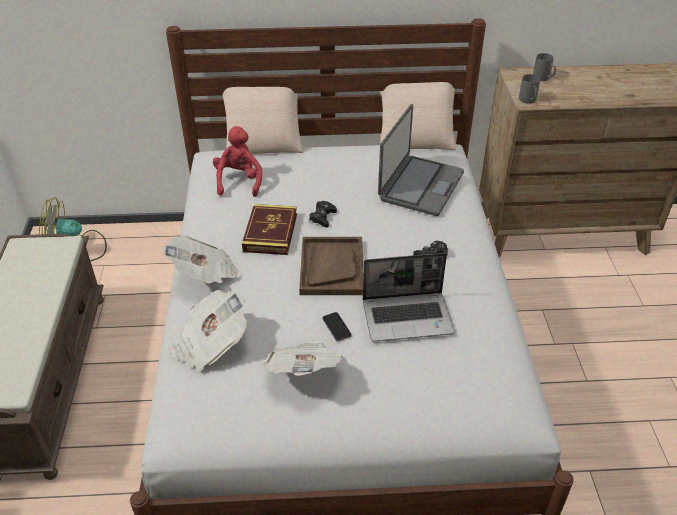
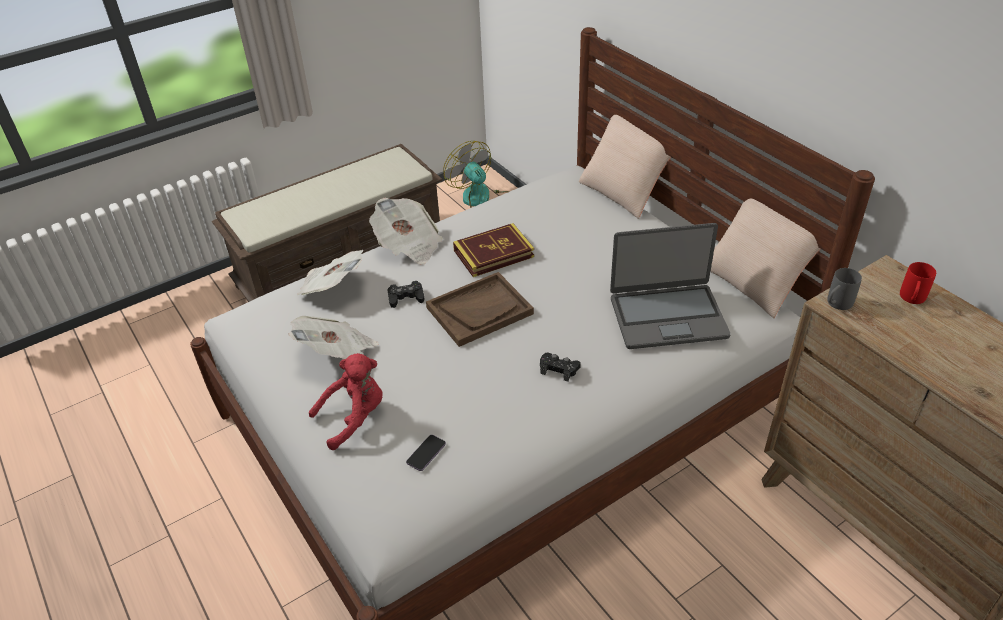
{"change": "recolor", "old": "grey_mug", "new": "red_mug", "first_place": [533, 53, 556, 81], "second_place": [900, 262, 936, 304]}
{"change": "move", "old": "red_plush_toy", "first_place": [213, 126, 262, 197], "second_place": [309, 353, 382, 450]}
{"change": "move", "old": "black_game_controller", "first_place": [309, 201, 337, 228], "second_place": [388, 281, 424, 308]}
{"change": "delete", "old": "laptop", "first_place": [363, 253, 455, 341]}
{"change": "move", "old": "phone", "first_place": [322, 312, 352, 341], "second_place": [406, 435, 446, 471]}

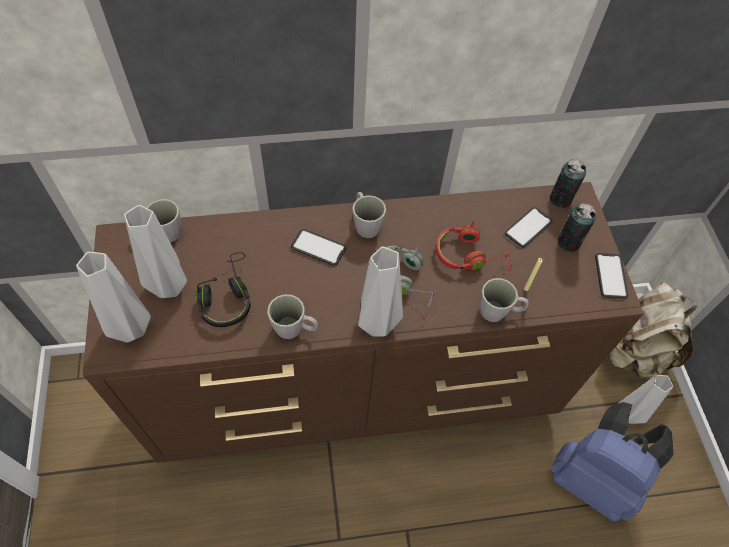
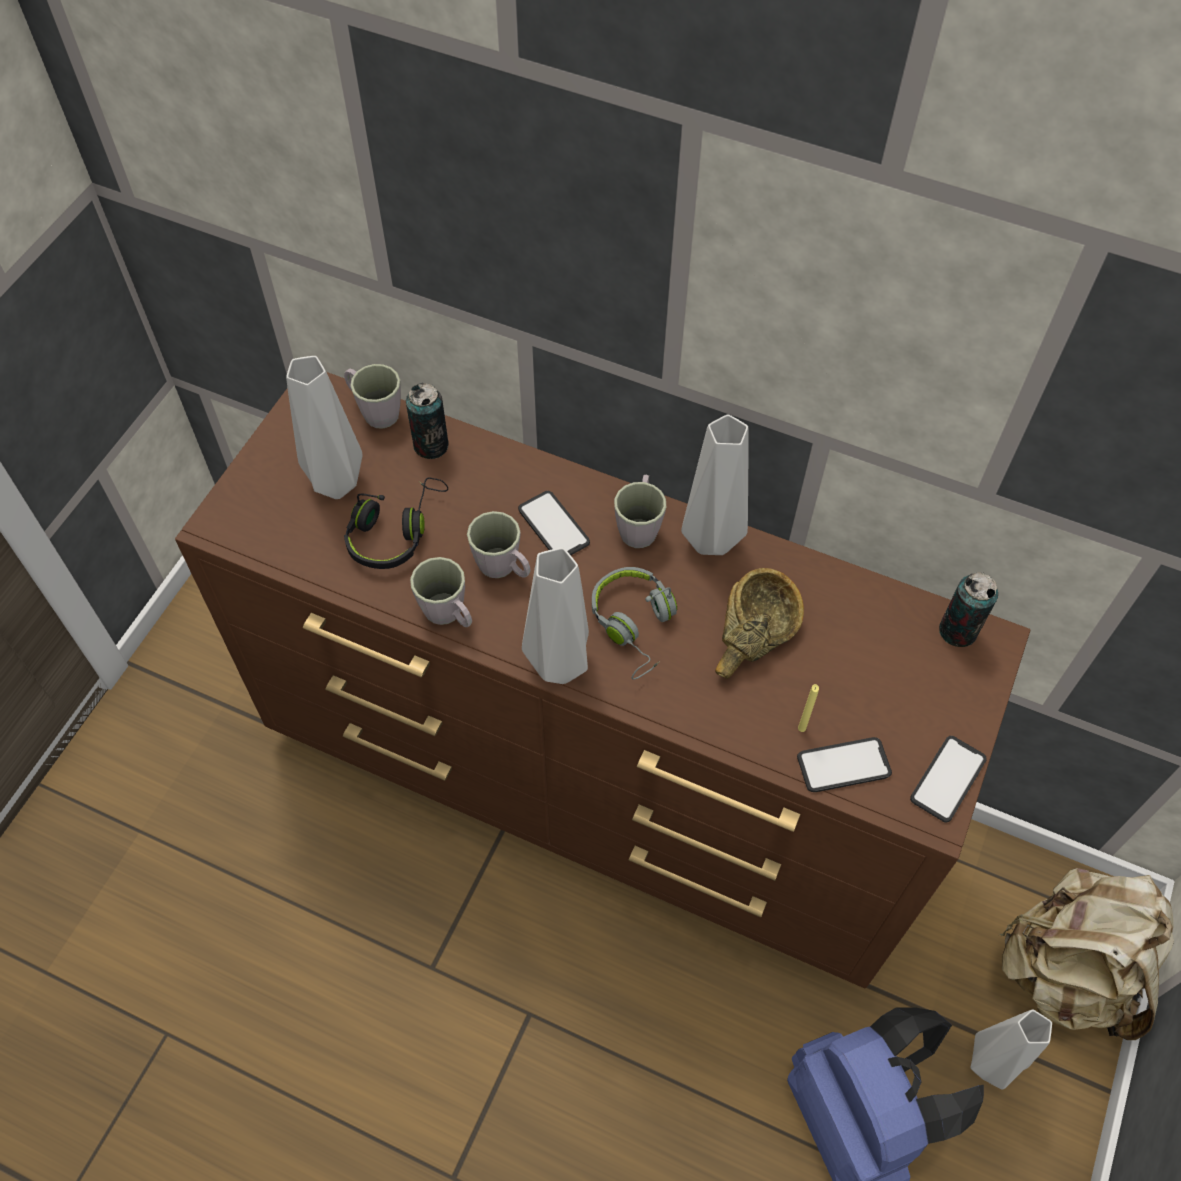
{"change": "move", "old": "can", "first_place": [557, 203, 596, 252], "second_place": [406, 383, 449, 459]}
{"change": "move", "old": "phone", "first_place": [505, 207, 552, 248], "second_place": [797, 737, 892, 792]}
{"change": "replace", "old": "red_headphones", "new": "brown_bowl", "first_place": [436, 221, 512, 271], "second_place": [715, 568, 804, 679]}
{"change": "move", "old": "grey_vase", "first_place": [76, 252, 151, 342], "second_place": [681, 414, 749, 555]}
{"change": "move", "old": "grey_mug", "first_place": [480, 278, 529, 322], "second_place": [467, 511, 531, 578]}

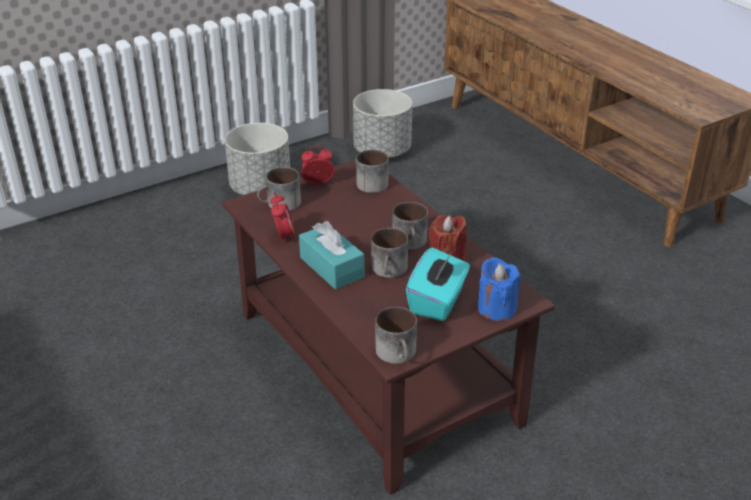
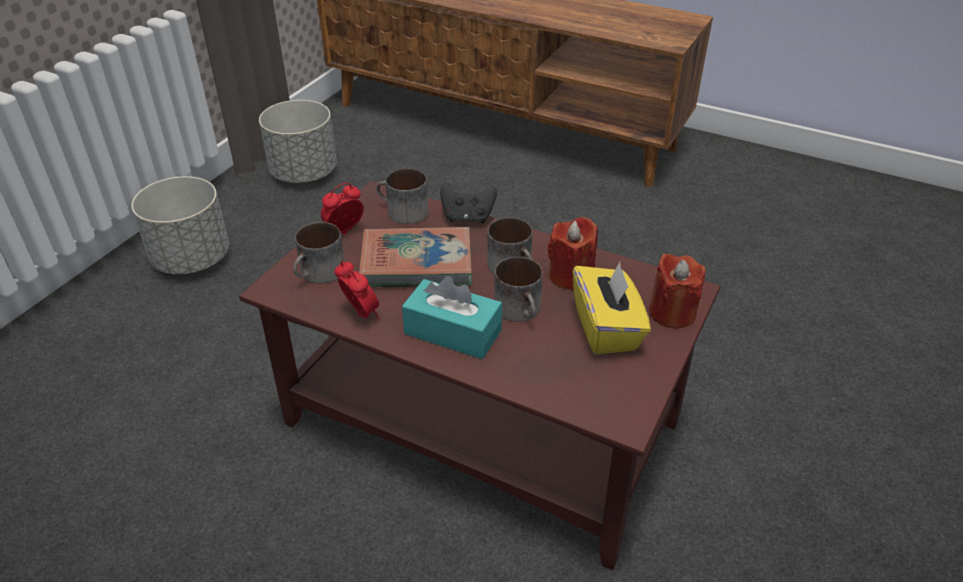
{"change": "recolor", "old": "turquoise_tissue_box", "new": "yellow_tissue_box", "first_place": [406, 247, 470, 321], "second_place": [573, 262, 651, 354]}
{"change": "recolor", "old": "blue_candle", "new": "red_candle", "first_place": [478, 257, 521, 321], "second_place": [649, 253, 705, 329]}
{"change": "delete", "old": "mug", "first_place": [376, 307, 417, 364]}
{"change": "insert", "new": "black_game_controller", "second_place": [440, 183, 497, 223]}
{"change": "insert", "new": "book", "second_place": [359, 227, 472, 287]}

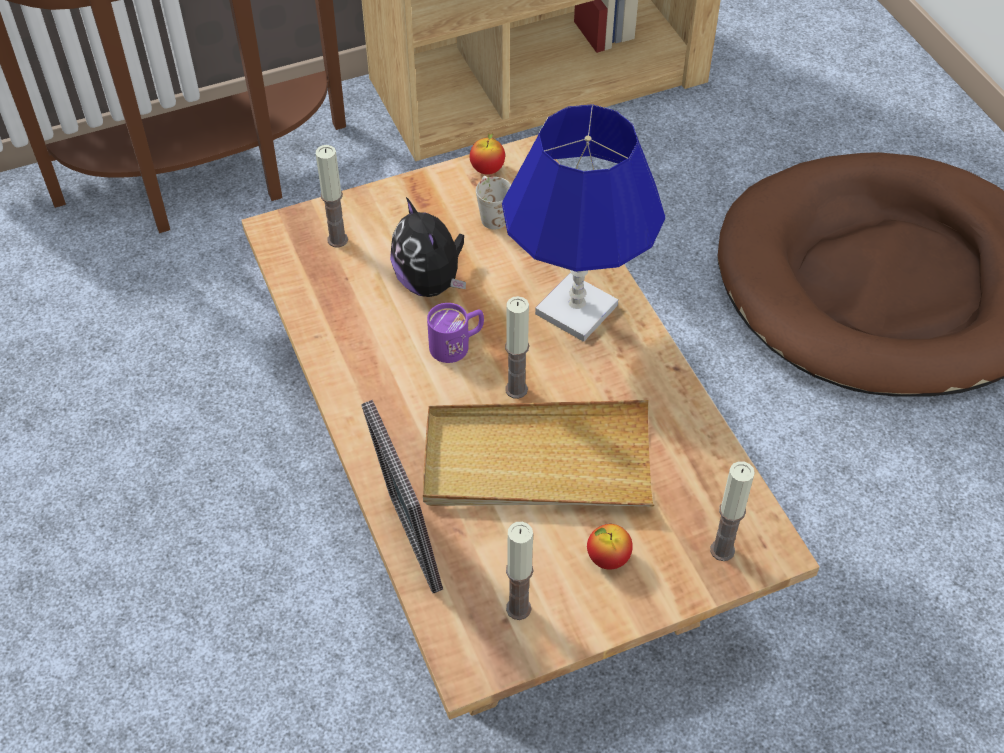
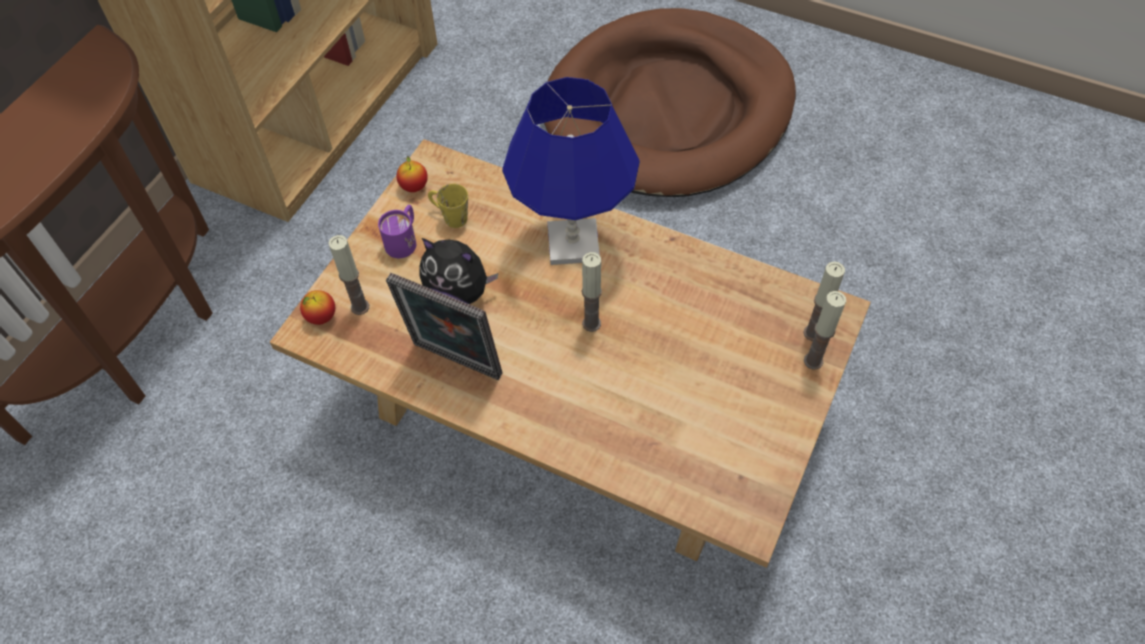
{"change": "recolor", "old": "white_mug", "new": "yellow_mug", "first_place": [476, 176, 511, 229], "second_place": [428, 184, 468, 228]}
{"change": "move", "old": "purple_mug", "first_place": [427, 303, 484, 363], "second_place": [378, 205, 416, 258]}
{"change": "move", "old": "picture_frame", "first_place": [361, 400, 443, 593], "second_place": [386, 273, 502, 380]}
{"change": "delete", "old": "beige_tray", "first_place": [423, 400, 655, 506]}
{"change": "move", "old": "candle", "first_place": [506, 522, 533, 620], "second_place": [804, 291, 846, 370]}
{"change": "move", "old": "apple", "first_place": [587, 524, 633, 569], "second_place": [300, 290, 335, 325]}

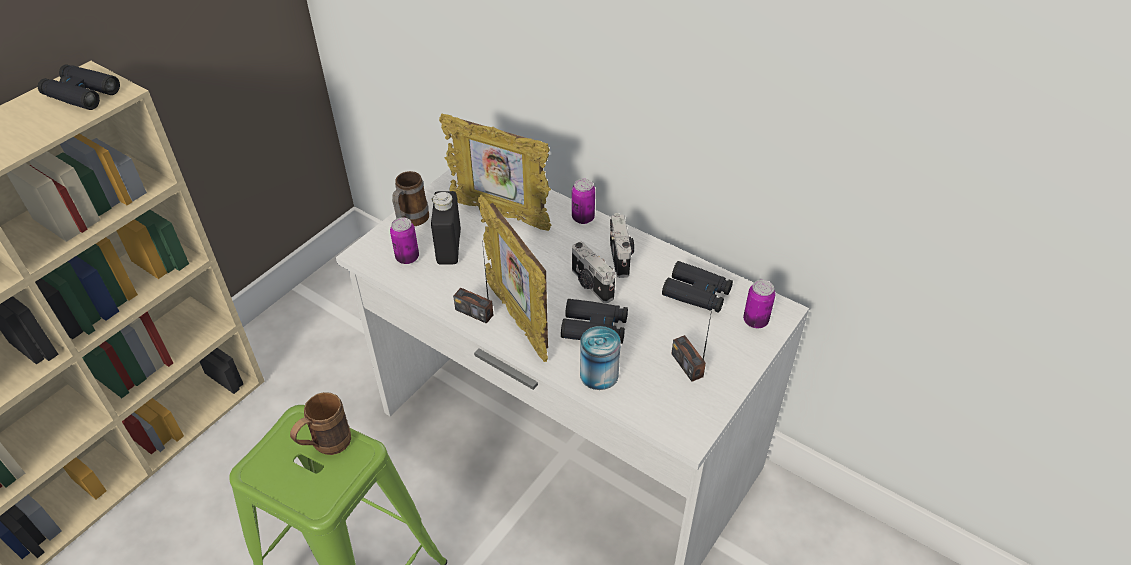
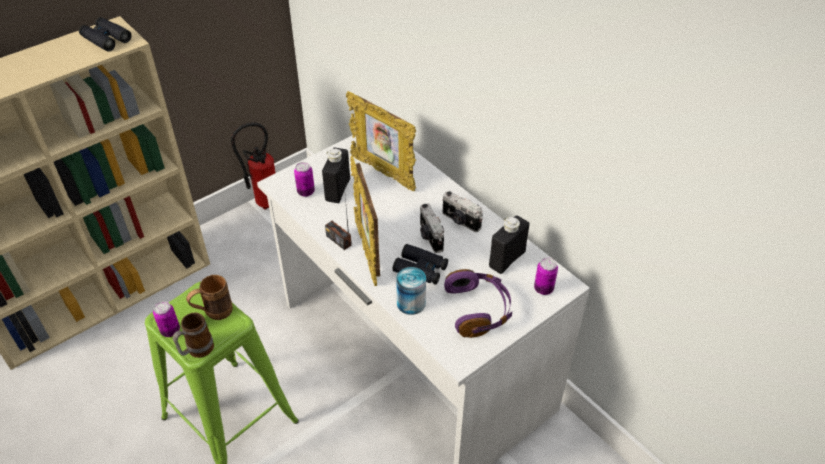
{"change": "move", "old": "mug", "first_place": [392, 171, 429, 226], "second_place": [173, 313, 214, 358]}
{"change": "move", "old": "can", "first_place": [572, 179, 595, 224], "second_place": [153, 301, 180, 337]}
{"change": "rotate", "old": "photo_camera", "first_place": [610, 213, 634, 278], "second_place": [443, 191, 483, 232], "degrees": 120}
{"change": "replace", "old": "black_binoculars", "new": "black_bottle", "first_place": [662, 261, 733, 313], "second_place": [489, 215, 529, 274]}
{"change": "replace", "old": "radio", "new": "purple_headphones", "first_place": [671, 304, 713, 382], "second_place": [444, 269, 512, 338]}
{"change": "insert", "new": "fire_extinguisher", "second_place": [231, 122, 276, 210]}

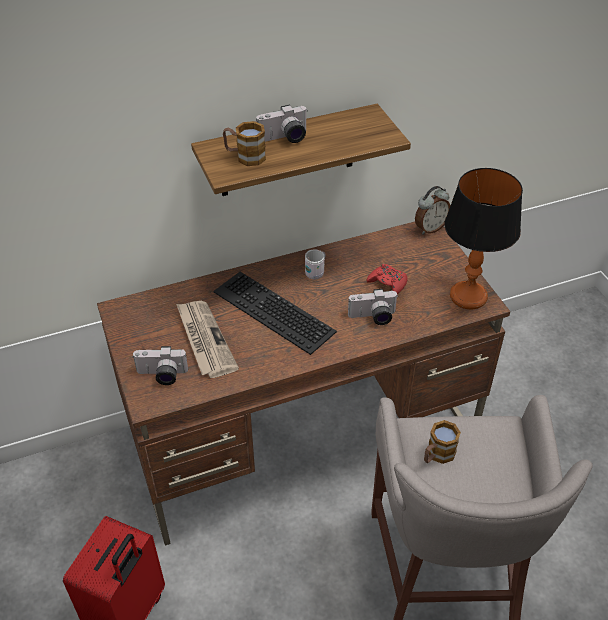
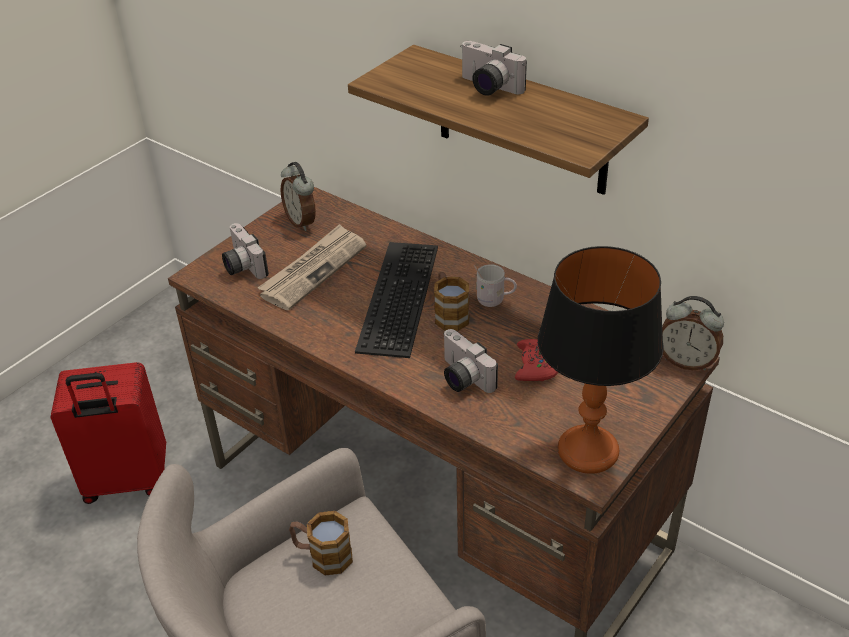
{"change": "move", "old": "mug", "first_place": [223, 121, 266, 166], "second_place": [434, 272, 470, 331]}
{"change": "insert", "new": "alarm_clock", "second_place": [281, 162, 316, 231]}

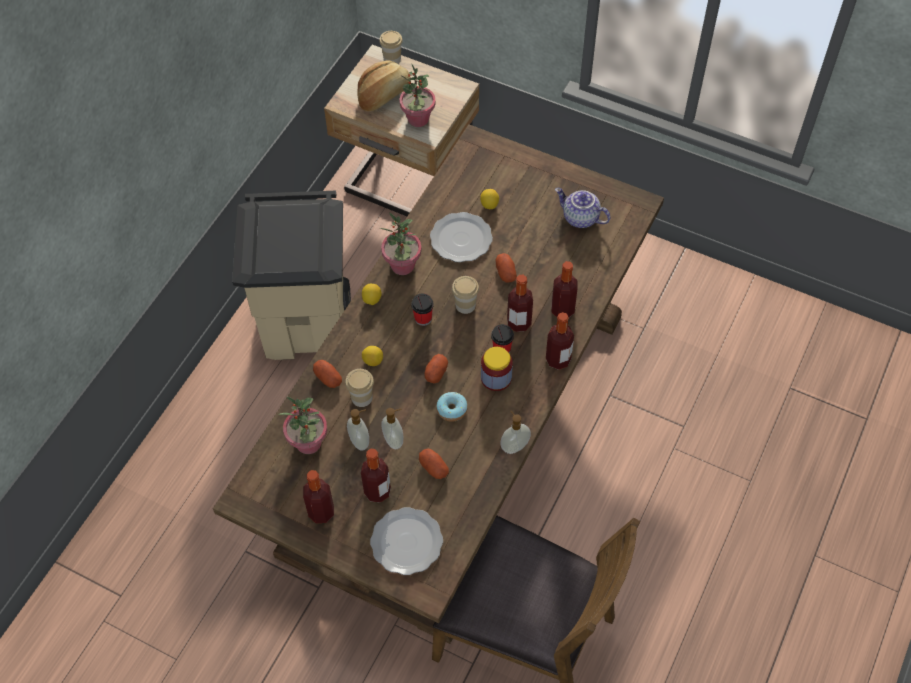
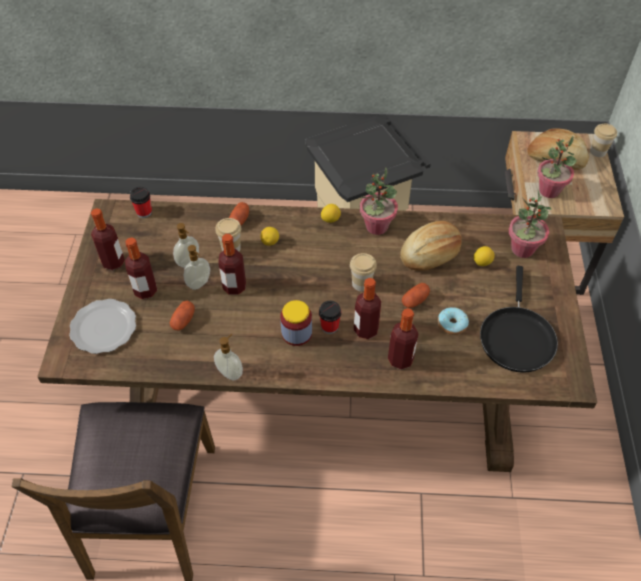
{"change": "replace", "old": "teapot", "new": "black_frying_pan", "first_place": [555, 188, 610, 228], "second_place": [480, 266, 558, 373]}
{"change": "replace", "old": "plate", "new": "bread", "first_place": [430, 212, 493, 263], "second_place": [400, 221, 462, 271]}
{"change": "move", "old": "cup", "first_place": [411, 293, 434, 326], "second_place": [130, 187, 152, 218]}
{"change": "move", "old": "bottle", "first_place": [546, 312, 574, 370], "second_place": [218, 234, 246, 295]}
{"change": "delete", "old": "potato", "first_place": [424, 354, 448, 383]}
{"change": "move", "old": "donut", "first_place": [436, 392, 468, 422], "second_place": [438, 307, 469, 335]}
{"change": "move", "old": "potted_plant", "first_place": [279, 396, 327, 454], "second_place": [509, 189, 551, 258]}

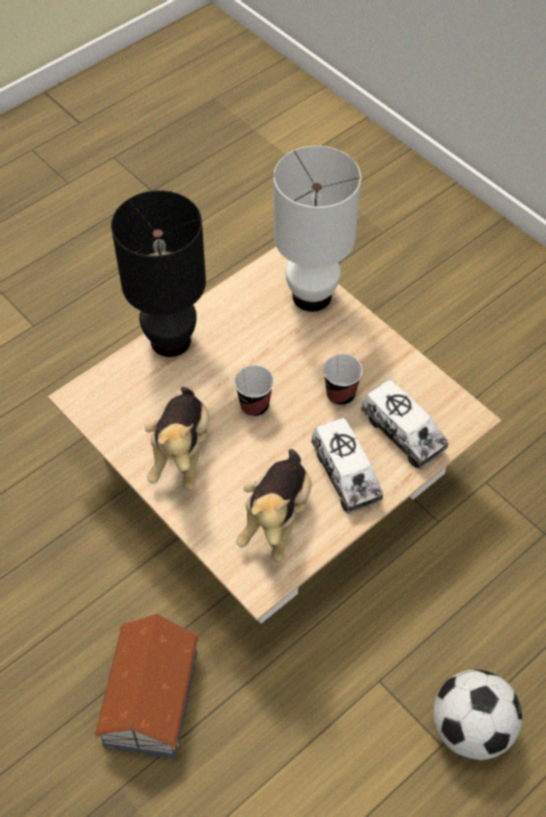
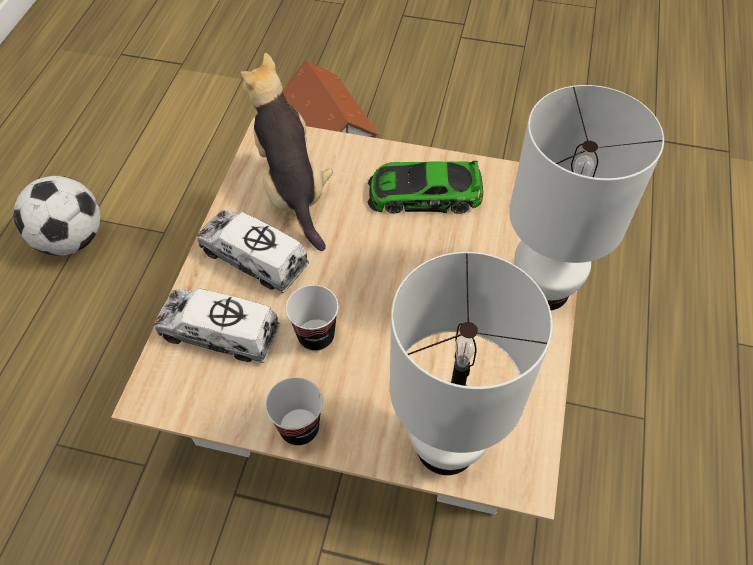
{"change": "recolor", "old": "black_table_lamp", "new": "white_table_lamp", "first_place": [111, 190, 206, 357], "second_place": [509, 85, 664, 310]}
{"change": "move", "old": "cup", "first_place": [234, 365, 274, 417], "second_place": [265, 377, 323, 446]}
{"change": "replace", "old": "plush_toy", "new": "toy_car", "first_place": [145, 387, 209, 491], "second_place": [367, 161, 483, 214]}

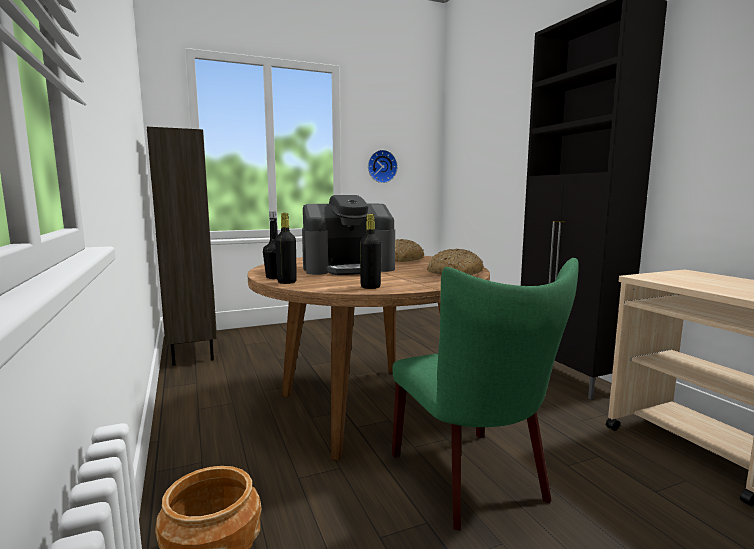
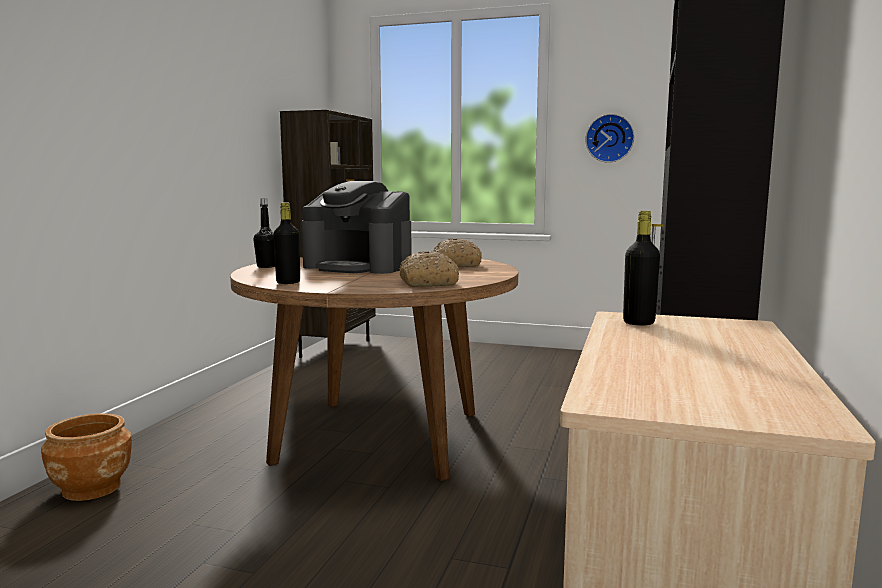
{"change": "move", "old": "black_bottle", "first_place": [275, 213, 297, 284], "second_place": [623, 211, 660, 326]}
{"change": "delete", "old": "green_chair", "first_place": [392, 258, 579, 531]}

